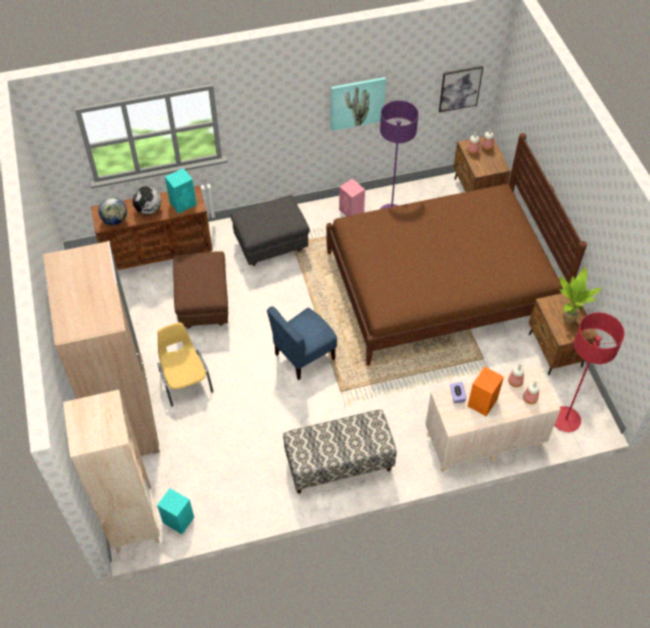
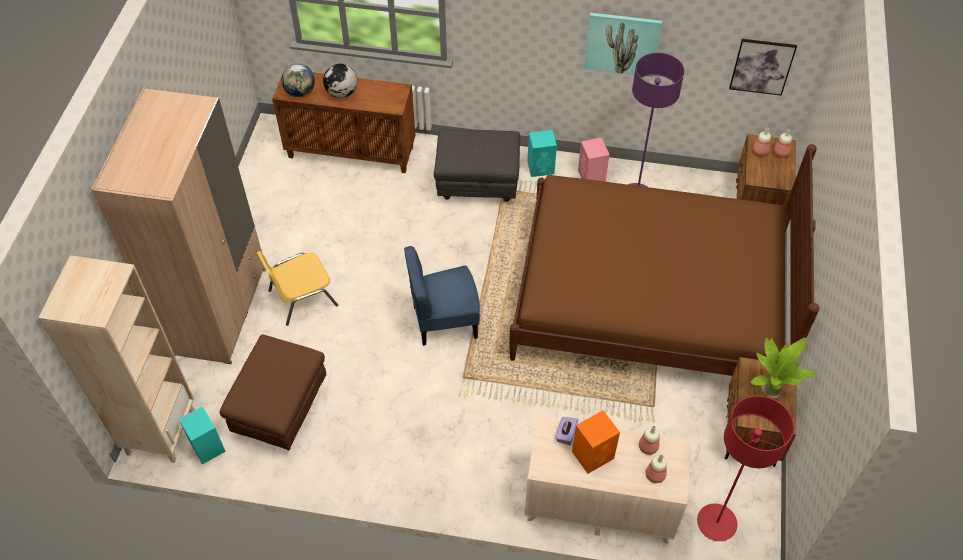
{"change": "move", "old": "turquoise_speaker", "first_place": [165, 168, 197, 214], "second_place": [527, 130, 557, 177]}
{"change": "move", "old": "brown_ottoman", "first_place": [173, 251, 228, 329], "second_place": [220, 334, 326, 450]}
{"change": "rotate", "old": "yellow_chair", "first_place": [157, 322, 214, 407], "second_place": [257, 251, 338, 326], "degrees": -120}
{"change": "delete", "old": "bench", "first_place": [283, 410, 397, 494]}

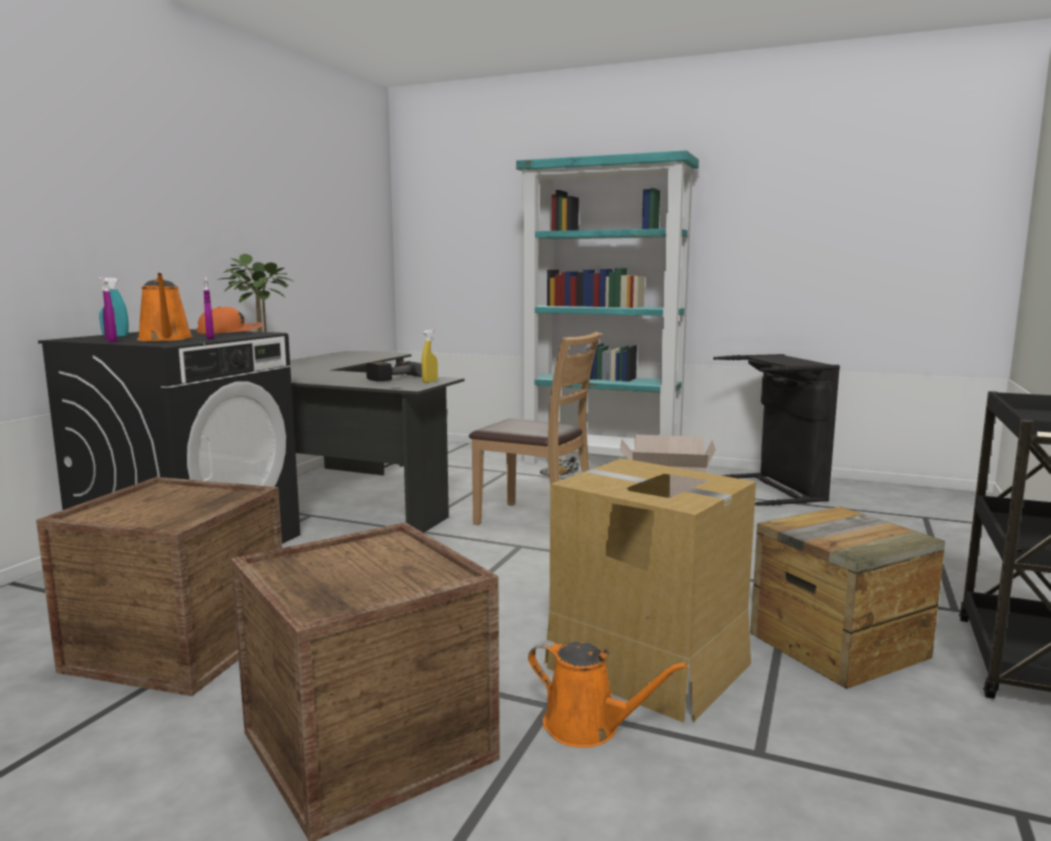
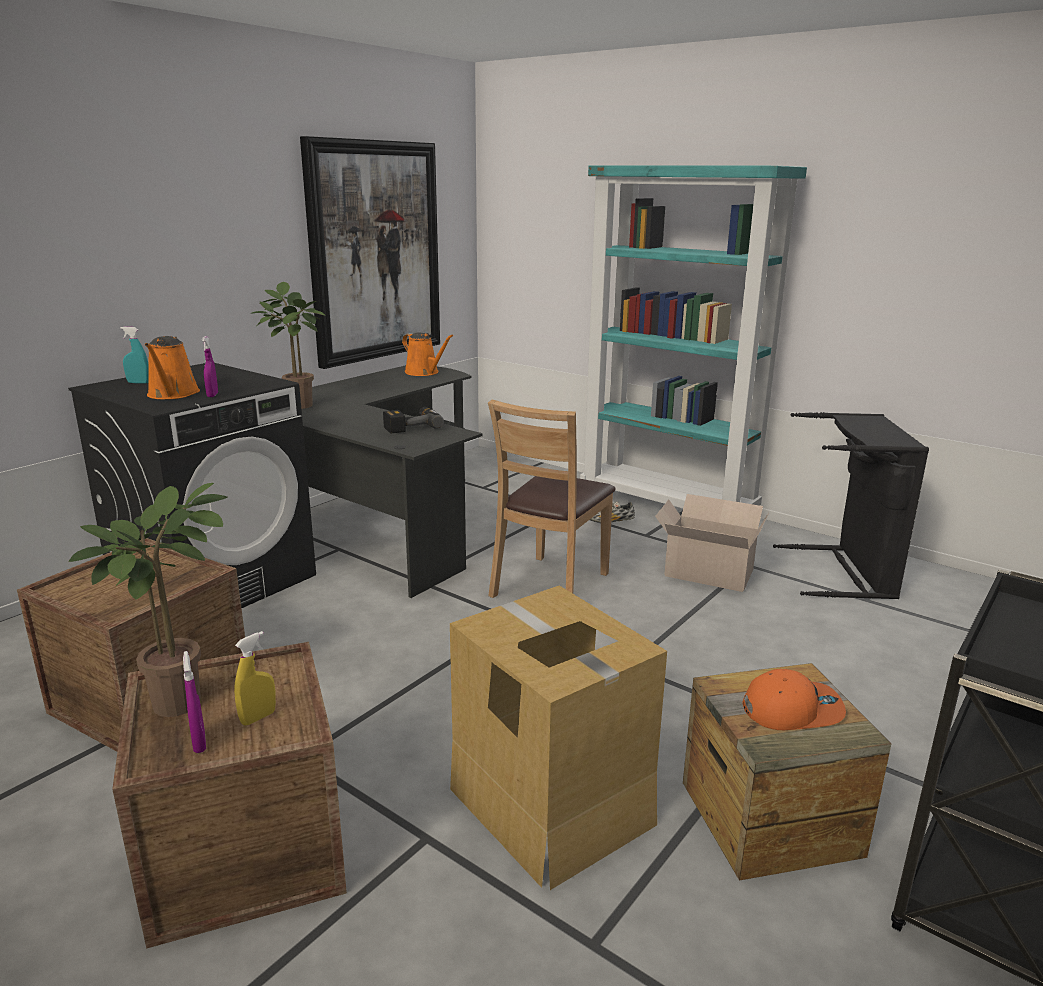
{"change": "move", "old": "purple_spray_bottle", "first_place": [102, 278, 117, 342], "second_place": [183, 651, 206, 753]}
{"change": "move", "old": "orange_cap", "first_place": [196, 307, 263, 334], "second_place": [742, 669, 846, 730]}
{"change": "move", "old": "yellow_spray_bottle", "first_place": [421, 329, 438, 383], "second_place": [234, 631, 276, 725]}
{"change": "rotate", "old": "brown_chair", "first_place": [469, 332, 601, 525], "second_place": [488, 400, 616, 598], "degrees": 75}
{"change": "move", "old": "orange_watering_can", "first_place": [528, 640, 688, 748], "second_place": [402, 332, 453, 376]}
{"change": "insert", "new": "picture", "second_place": [300, 136, 440, 369]}
{"change": "insert", "new": "potted_plant", "second_place": [69, 483, 227, 717]}

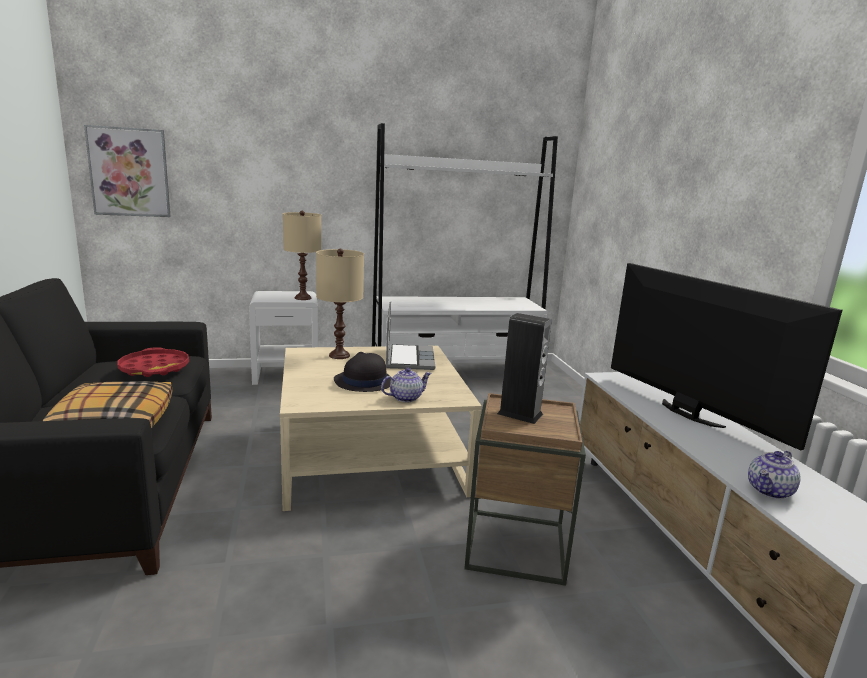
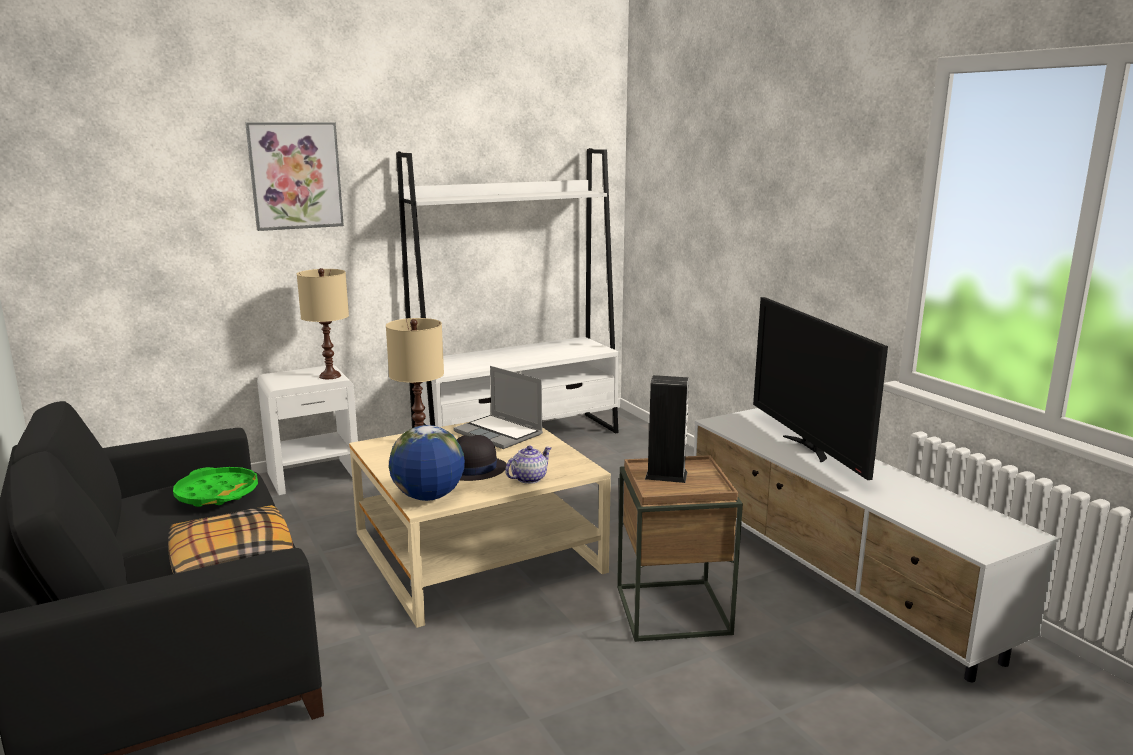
{"change": "move", "old": "picture", "first_place": [84, 125, 171, 217], "second_place": [245, 122, 344, 231]}
{"change": "rotate", "old": "television", "first_place": [611, 263, 842, 450], "second_place": [753, 297, 888, 480], "degrees": -150}
{"change": "rotate", "old": "laptop", "first_place": [386, 302, 435, 370], "second_place": [454, 366, 543, 449], "degrees": 150}
{"change": "recolor", "old": "red_tray", "new": "green_tray", "first_place": [117, 347, 189, 377], "second_place": [173, 467, 258, 507]}
{"change": "delete", "old": "teapot", "first_place": [748, 451, 800, 499]}
{"change": "insert", "new": "globe", "second_place": [389, 425, 465, 501]}

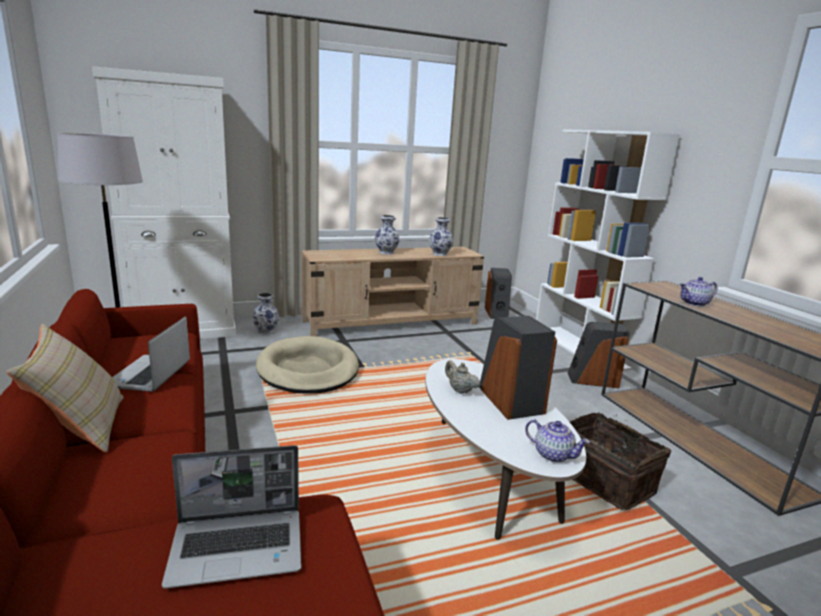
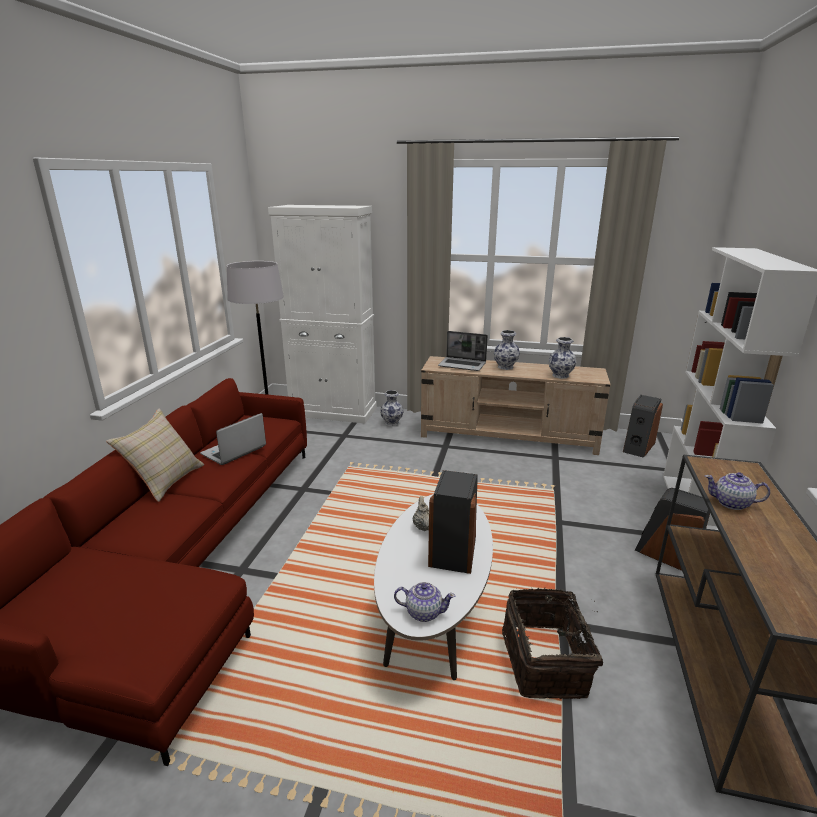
{"change": "delete", "old": "beige_dog_bed", "first_place": [256, 336, 359, 394]}
{"change": "rotate", "old": "teapot", "first_place": [525, 419, 590, 463], "second_place": [394, 582, 455, 622], "degrees": -60}
{"change": "move", "old": "laptop", "first_place": [162, 445, 302, 589], "second_place": [438, 331, 488, 371]}

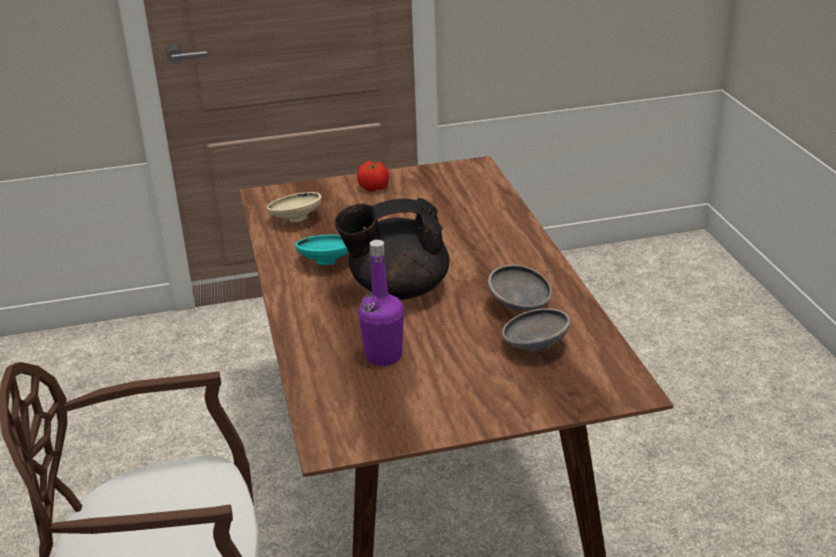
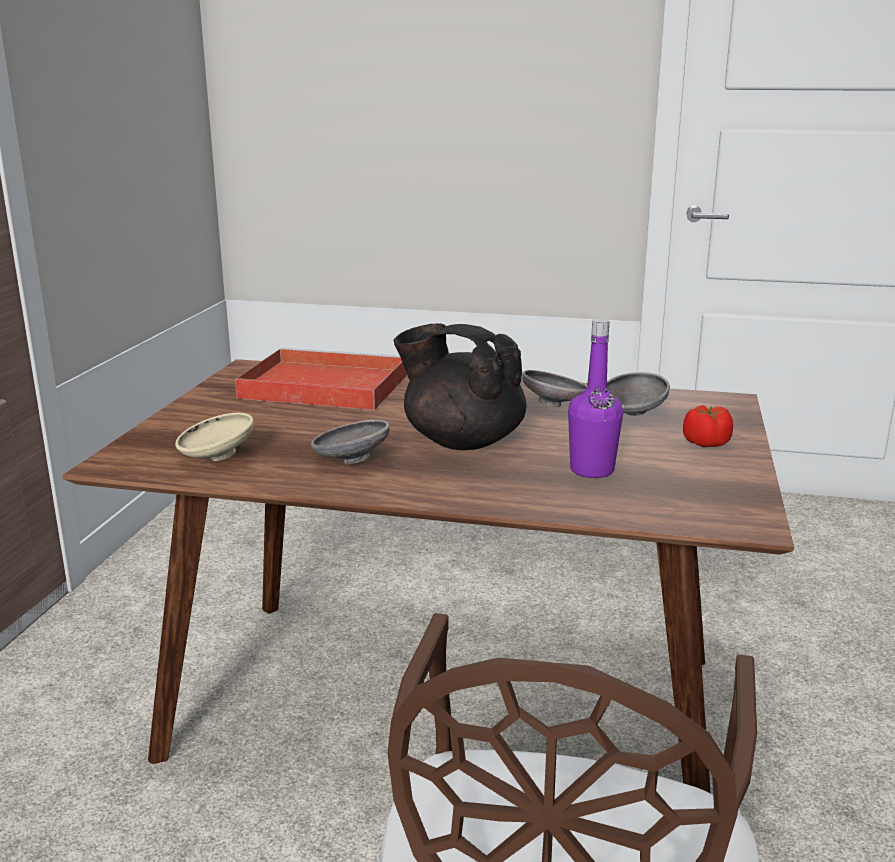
{"change": "move", "old": "tomato", "first_place": [357, 161, 389, 192], "second_place": [683, 405, 733, 447]}
{"change": "rotate", "old": "black_teapot", "first_place": [335, 198, 450, 300], "second_place": [393, 324, 526, 450], "degrees": 105}
{"change": "recolor", "old": "turquoise_bowl", "new": "grey_bowl", "first_place": [295, 235, 349, 265], "second_place": [311, 420, 390, 464]}
{"change": "insert", "new": "red_tray", "second_place": [235, 348, 407, 410]}

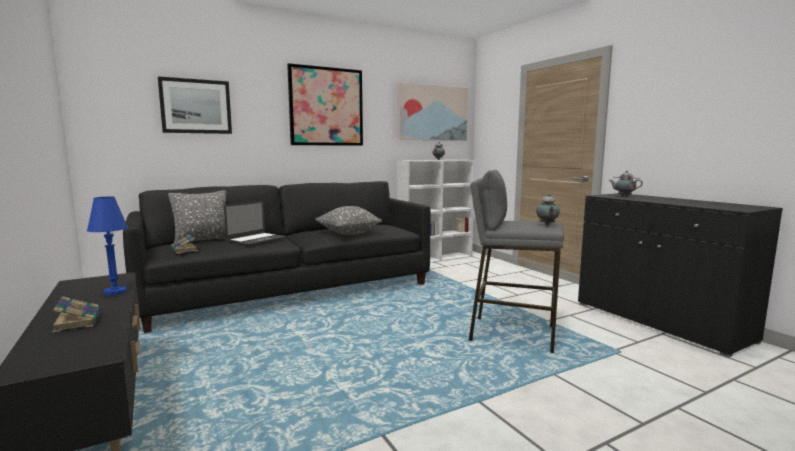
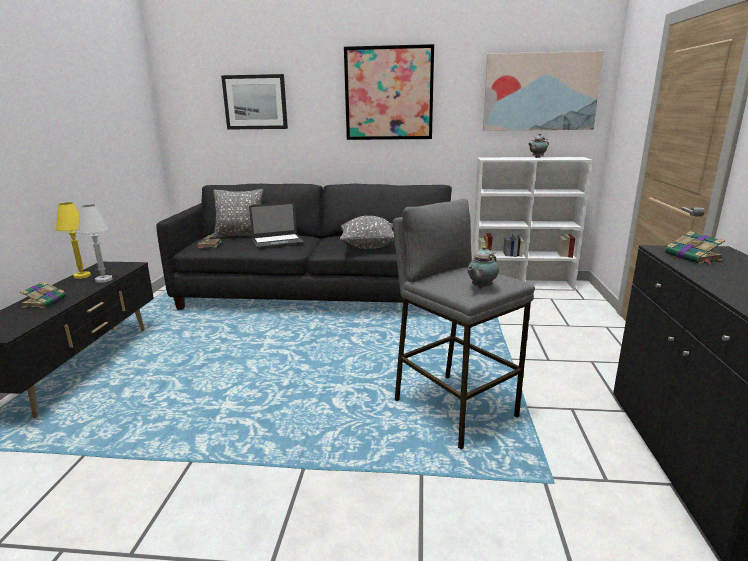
{"change": "replace", "old": "teapot", "new": "book", "first_place": [609, 171, 643, 197], "second_place": [665, 231, 725, 264]}
{"change": "recolor", "old": "blue_table_lamp", "new": "white_table_lamp", "first_place": [87, 197, 128, 296], "second_place": [78, 204, 112, 283]}
{"change": "insert", "new": "yellow_table_lamp", "second_place": [56, 202, 91, 279]}

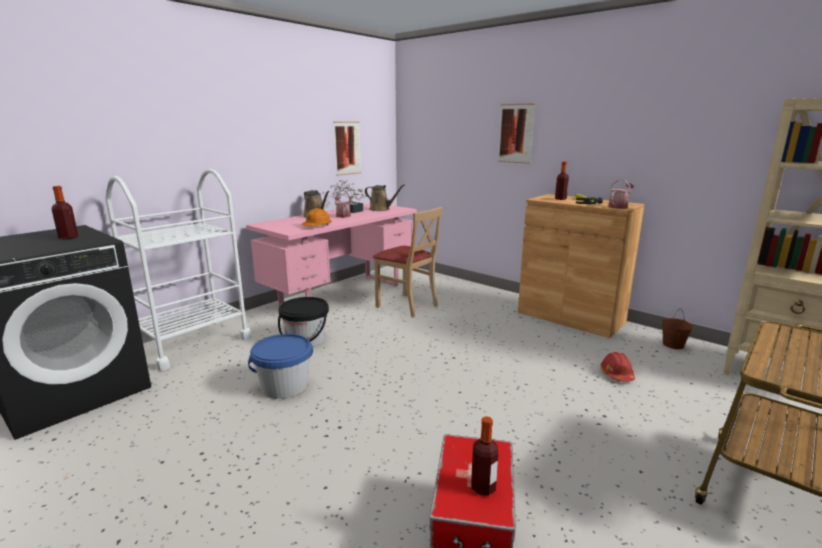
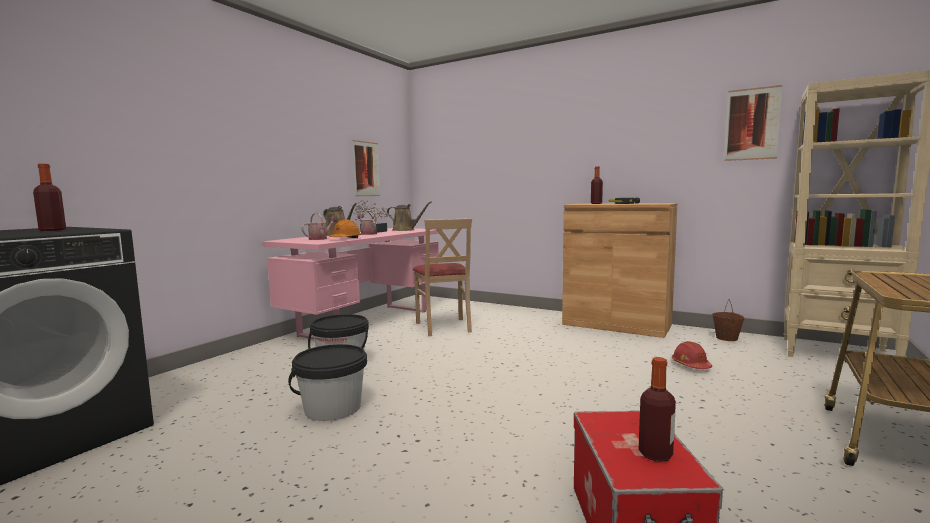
{"change": "move", "old": "picture", "first_place": [498, 103, 535, 164], "second_place": [724, 85, 782, 161]}
{"change": "delete", "old": "white_cart", "first_place": [105, 169, 252, 371]}
{"change": "move", "old": "watering_can", "first_place": [608, 180, 634, 209], "second_place": [301, 213, 337, 240]}
{"change": "rotate", "old": "beige_chair", "first_place": [373, 207, 442, 318], "second_place": [413, 218, 472, 336], "degrees": 45}
{"change": "recolor", "old": "blue_bucket", "new": "black_bucket", "first_place": [248, 334, 313, 399], "second_place": [288, 344, 367, 421]}

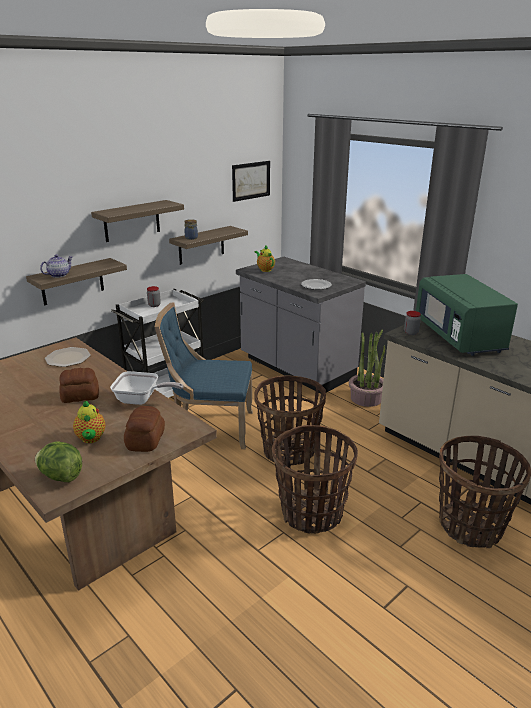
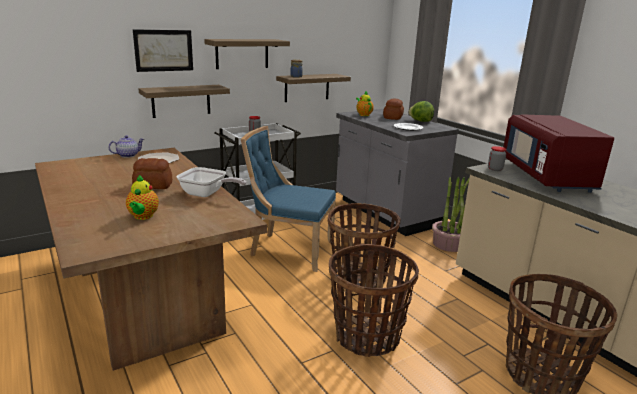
{"change": "move", "old": "picture", "first_place": [232, 161, 270, 202], "second_place": [133, 29, 193, 72]}
{"change": "move", "old": "teapot", "first_place": [40, 254, 73, 278], "second_place": [109, 135, 144, 158]}
{"change": "recolor", "old": "green_microwave", "new": "red_microwave", "first_place": [416, 274, 518, 356], "second_place": [504, 114, 614, 193]}
{"change": "move", "old": "bread", "first_place": [124, 406, 165, 452], "second_place": [383, 98, 404, 120]}
{"change": "move", "old": "lettuce", "first_place": [35, 441, 82, 482], "second_place": [408, 101, 434, 122]}

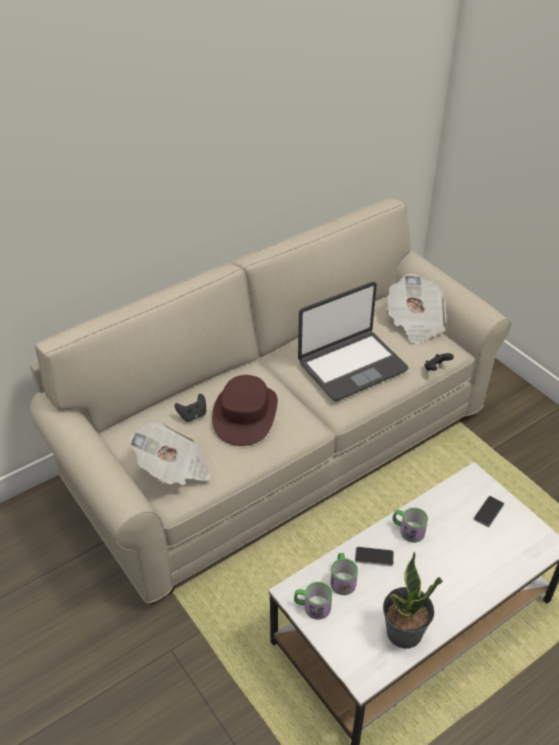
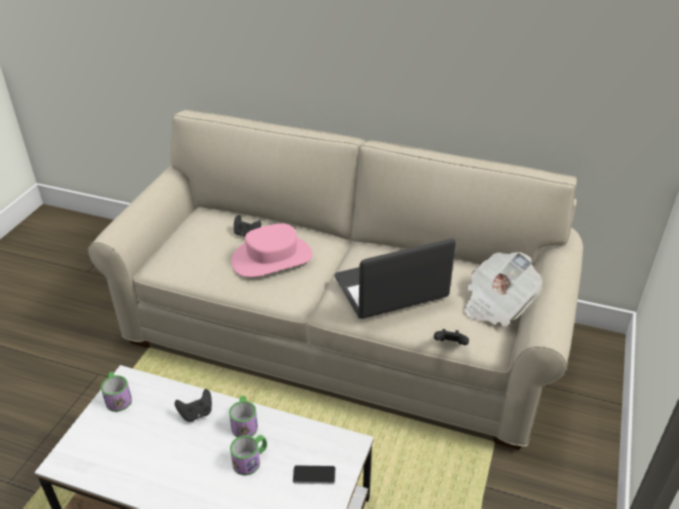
{"change": "rotate", "old": "laptop", "first_place": [298, 282, 408, 401], "second_place": [335, 239, 456, 319], "degrees": 135}
{"change": "recolor", "old": "brown_hat", "new": "pink_hat", "first_place": [212, 375, 278, 446], "second_place": [231, 223, 313, 277]}
{"change": "delete", "old": "newspaper", "first_place": [129, 422, 211, 485]}
{"change": "replace", "old": "phone", "new": "black_game_controller", "first_place": [355, 547, 394, 566], "second_place": [175, 389, 212, 422]}
{"change": "delete", "old": "potted_plant", "first_place": [383, 552, 442, 649]}
{"change": "move", "old": "mug", "first_place": [330, 553, 358, 595], "second_place": [230, 435, 267, 475]}

